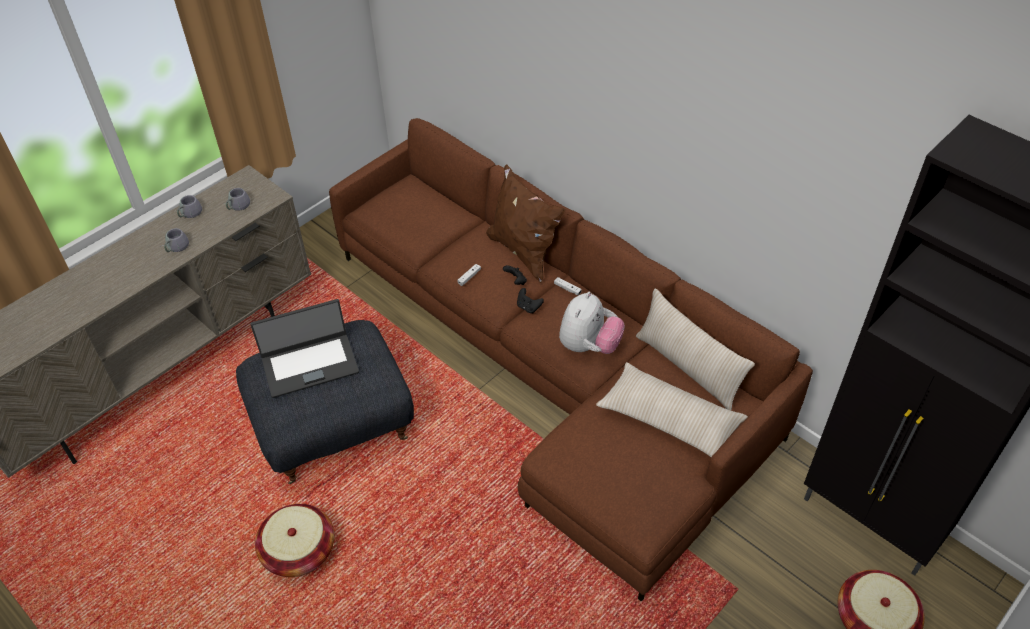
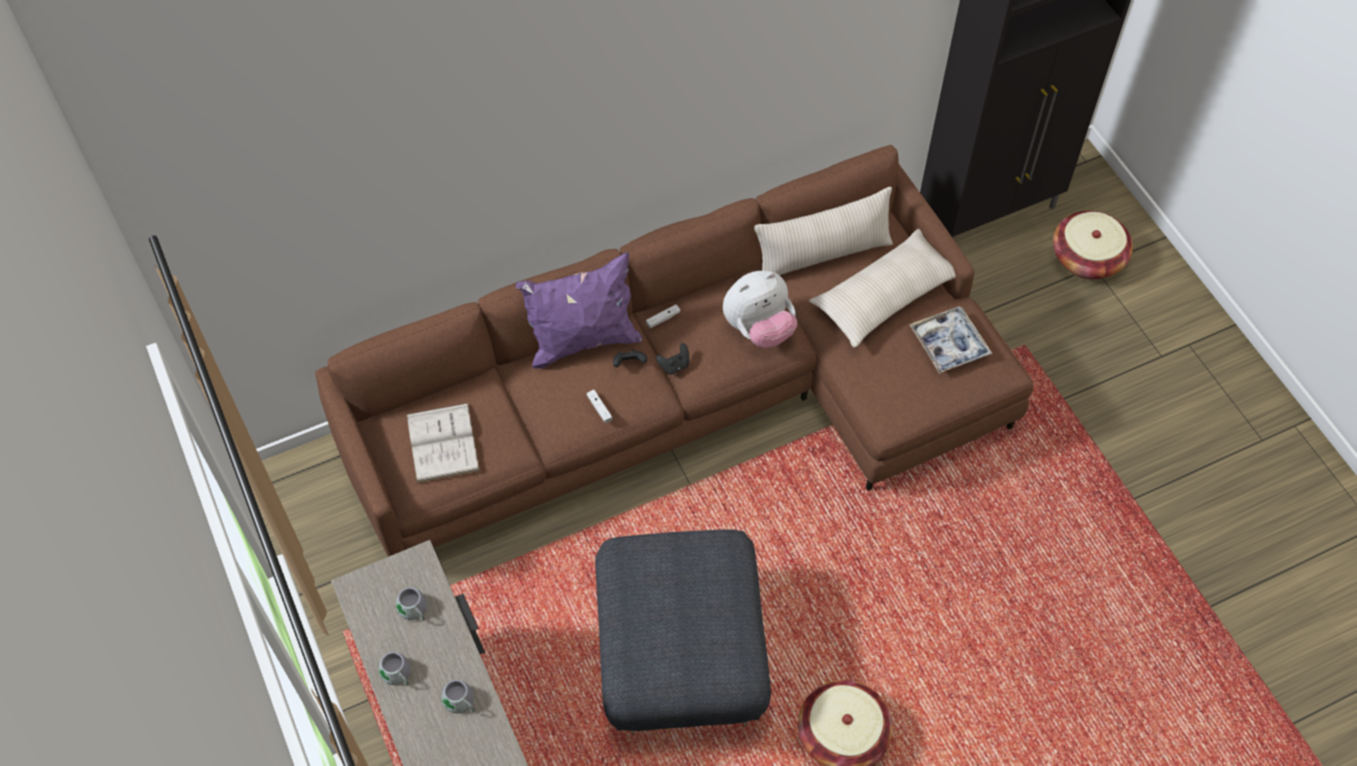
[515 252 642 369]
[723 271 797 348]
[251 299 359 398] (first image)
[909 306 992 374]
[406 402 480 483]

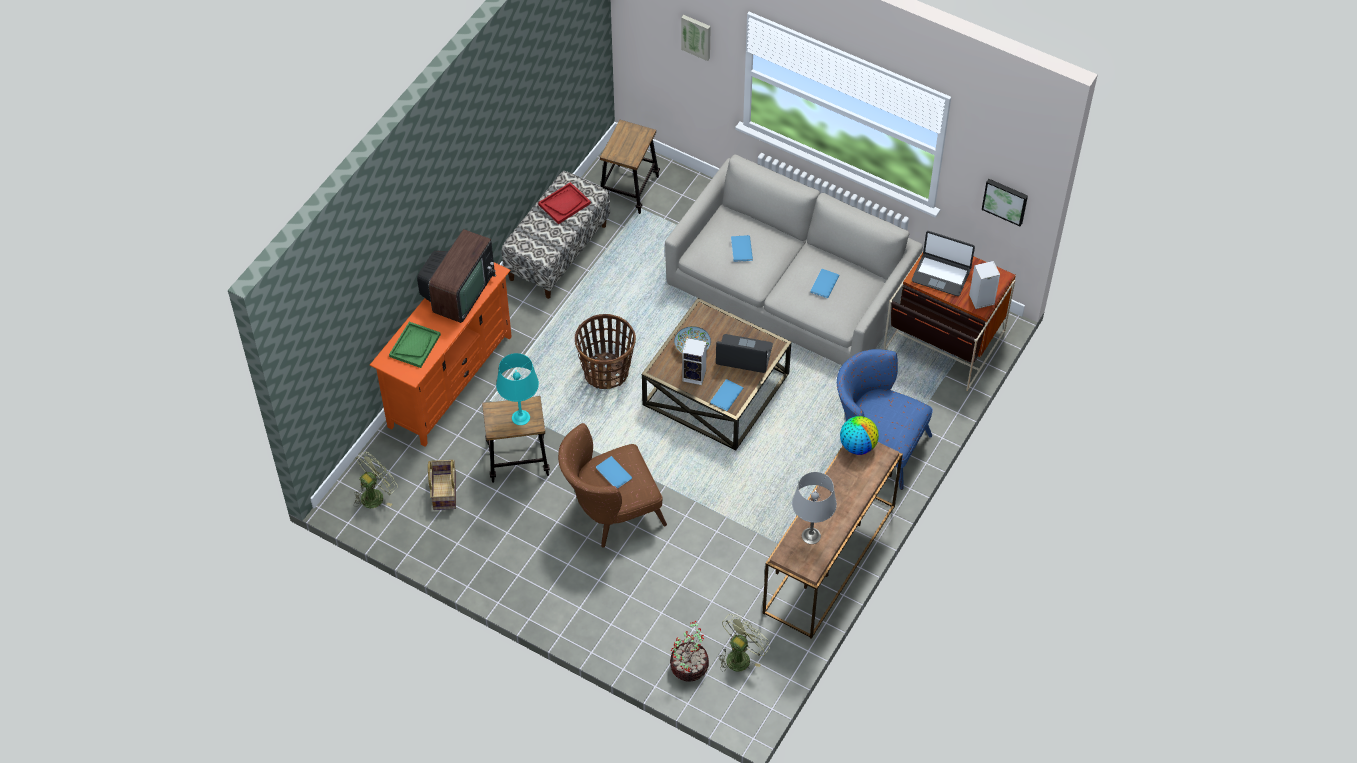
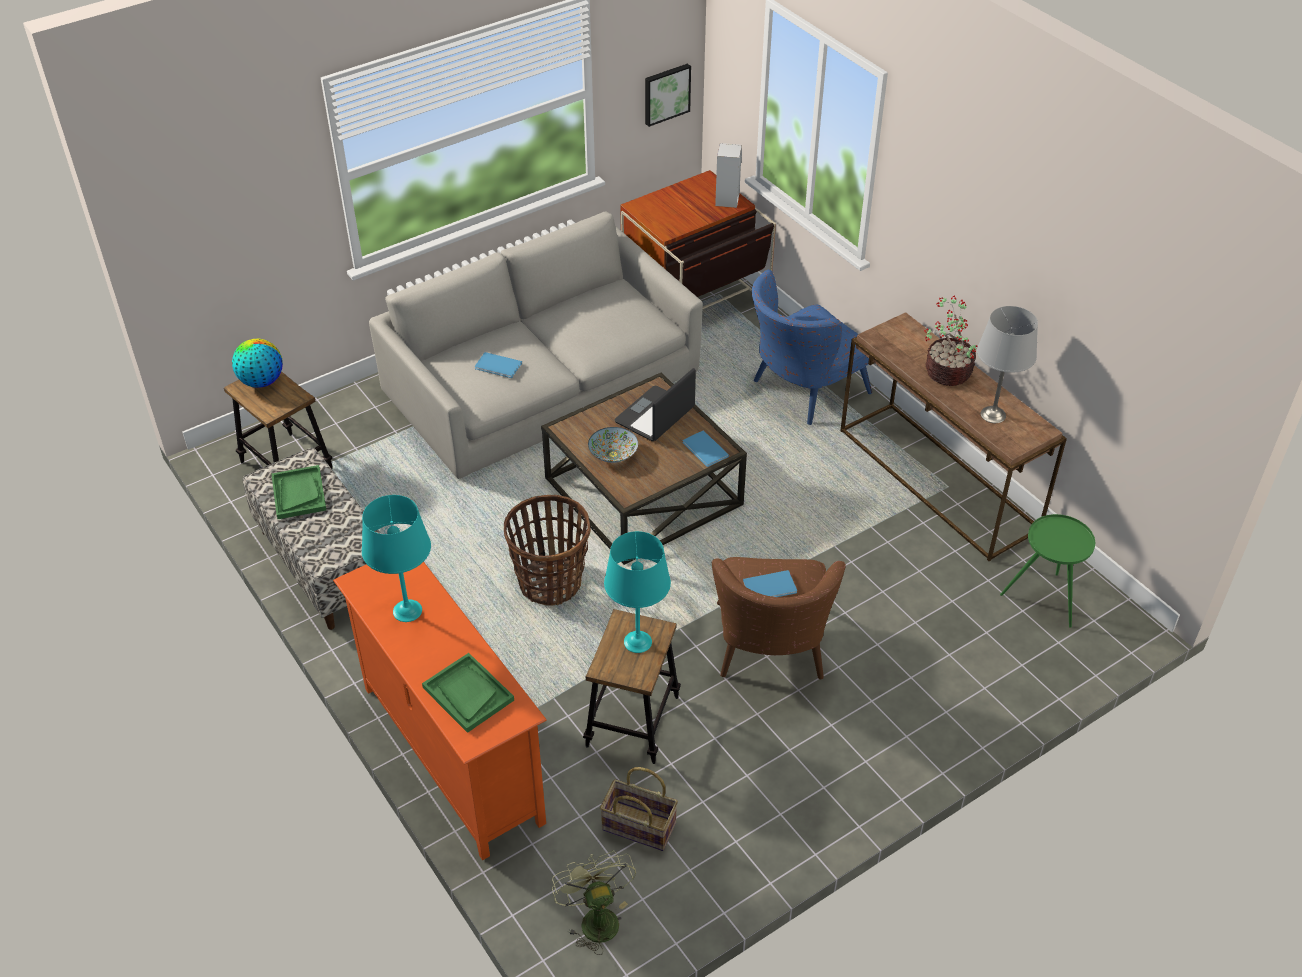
[681 15 711 61] (first image)
[271 465 326 519]
[362 495 431 622]
[912 231 975 296] (first image)
[810 269 840 298] (first image)
[682 338 707 385] (first image)
[232 339 283 388]
[1000 514 1095 628]
[924 295 978 386]

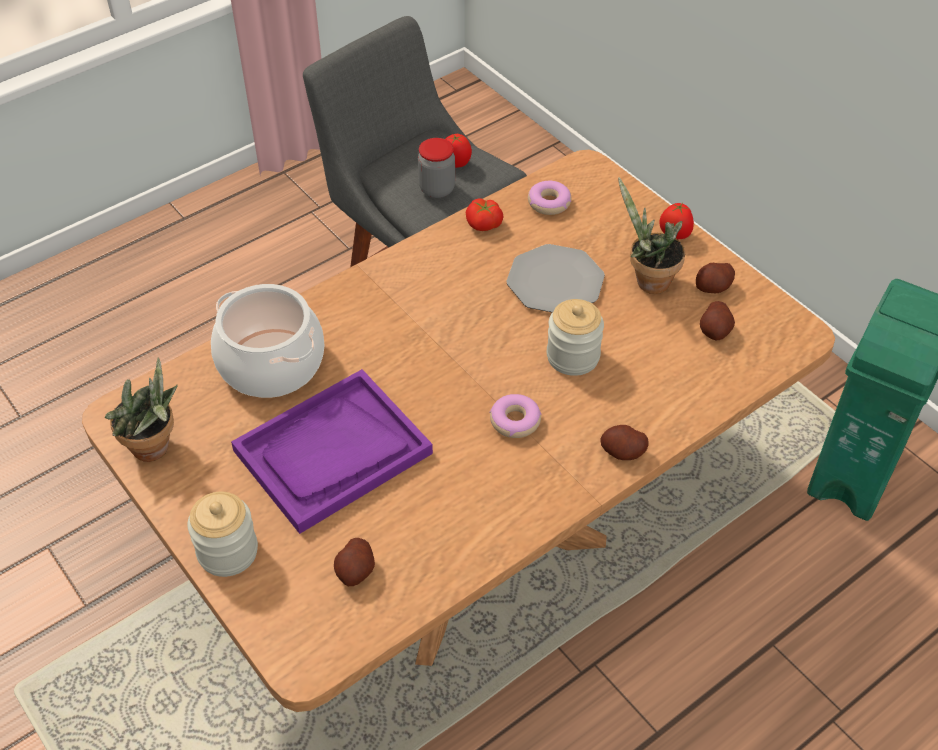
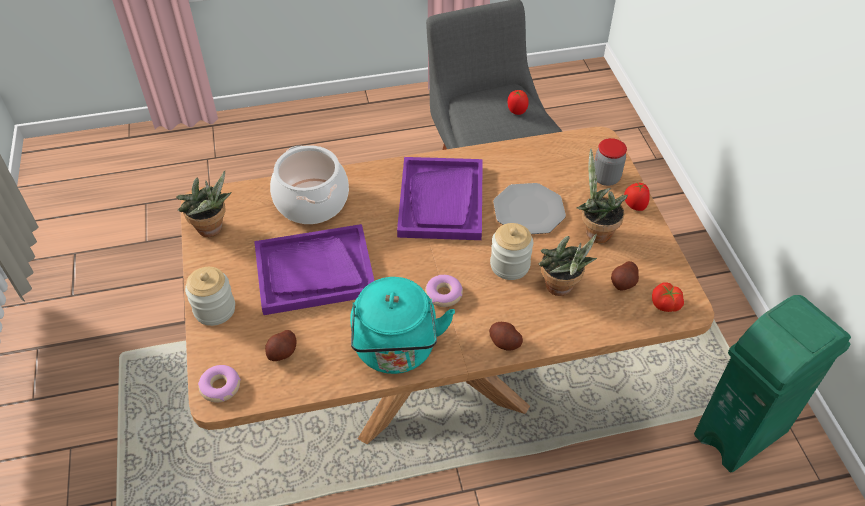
[594 138 627 186]
[198 365 241 402]
[652 282 684 312]
[696 263 735 293] (first image)
[397 157 483 240]
[539 234 597 296]
[350 277 455 374]

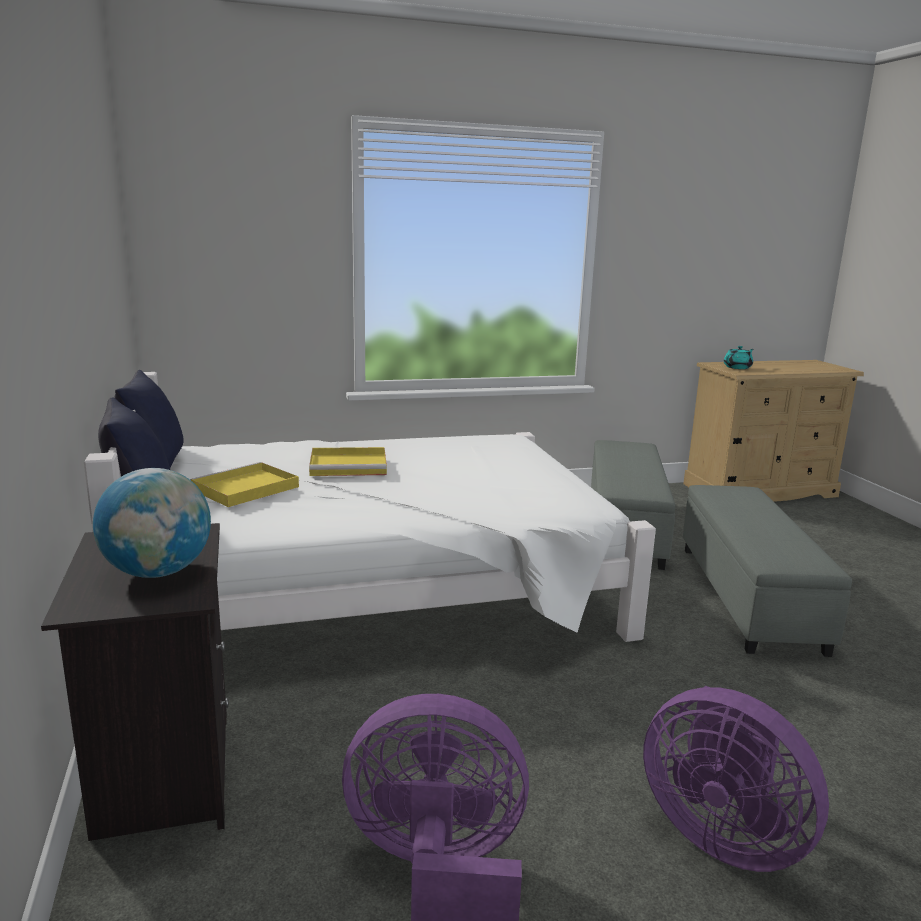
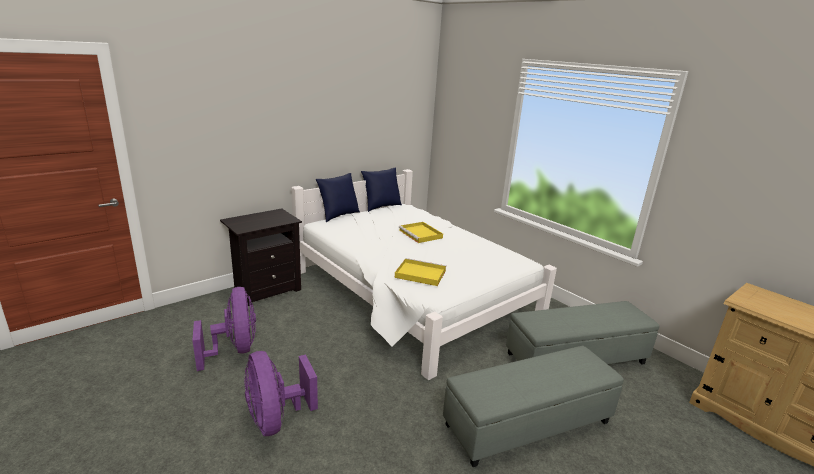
[724 346 754 369] (first image)
[395 258 446 286]
[93 468 211 578] (first image)
[245 351 318 436]

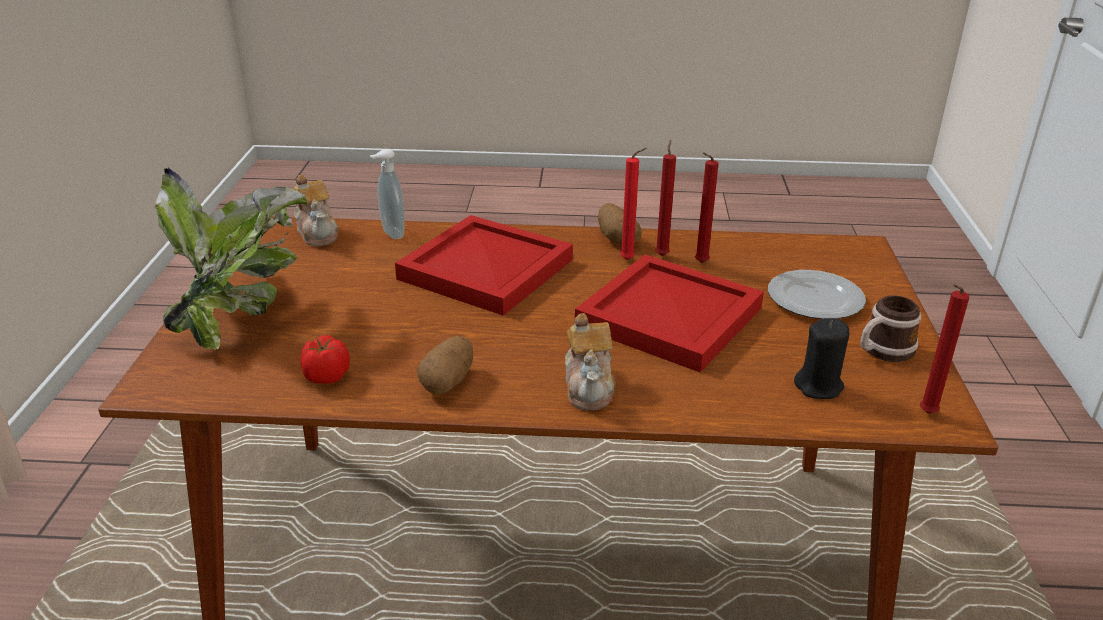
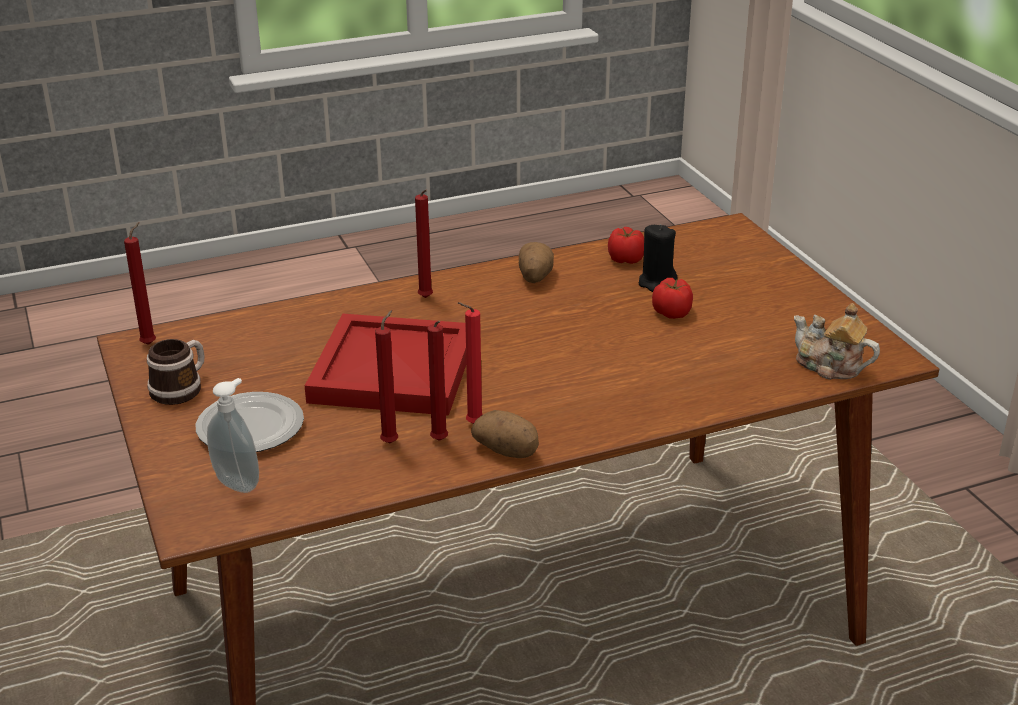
[207 378 259 493]
[154 167 308 350] (first image)
[395 215 573 316] (first image)
[415 190 433 298]
[639 224 678 292]
[652 278 693 319]

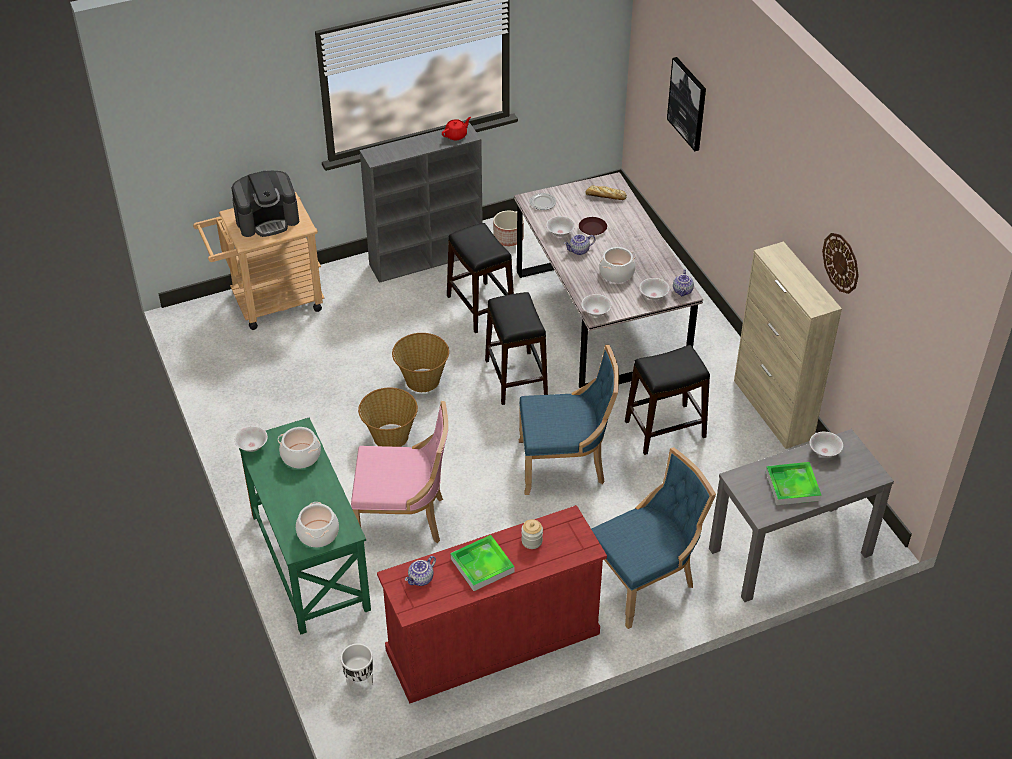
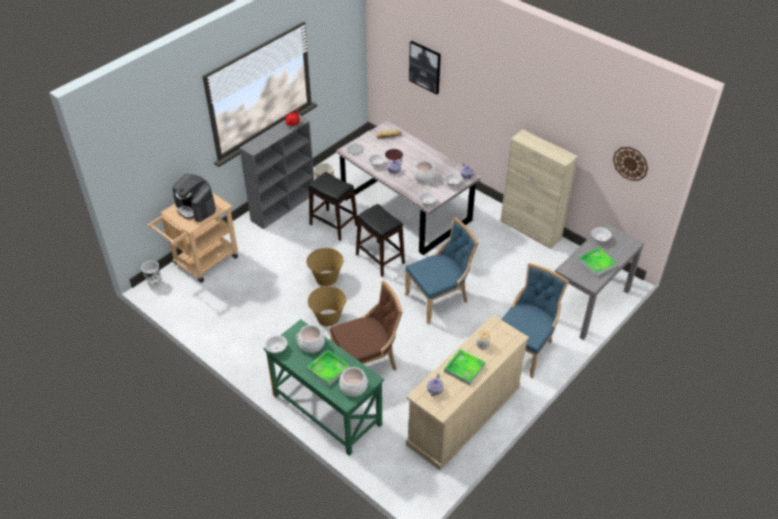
[172 174 216 222]
[613 147 648 181]
[625 345 710 455] (first image)
[330 280 403 370]
[406 315 529 471]
[141 261 162 287]
[307 350 349 387]

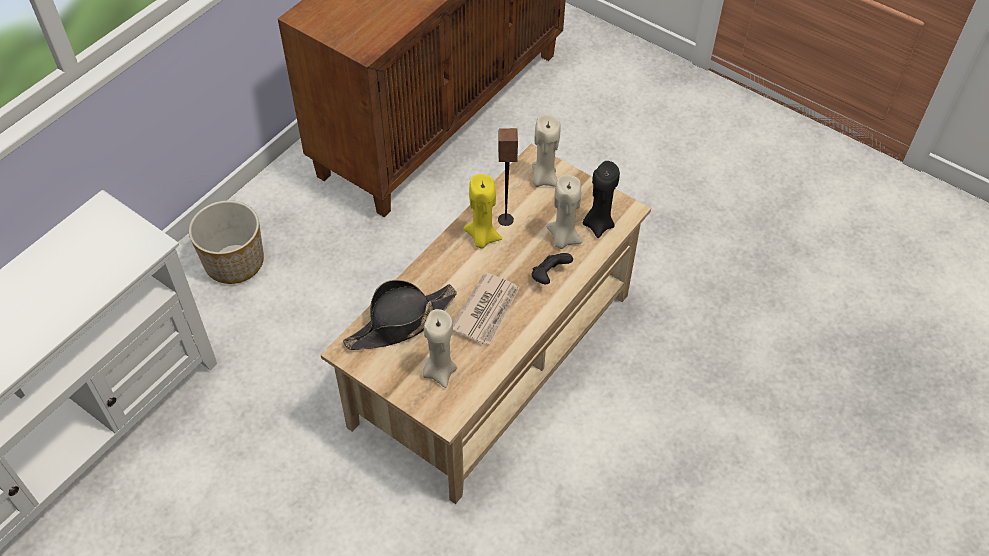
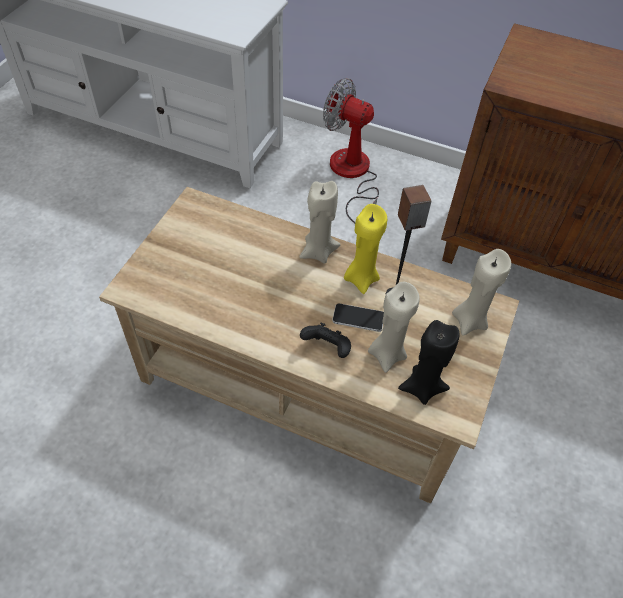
[323 78 379 224]
[453 272 520 344] (first image)
[343 280 457 350] (first image)
[299 181 340 263]
[332 303 384 332]

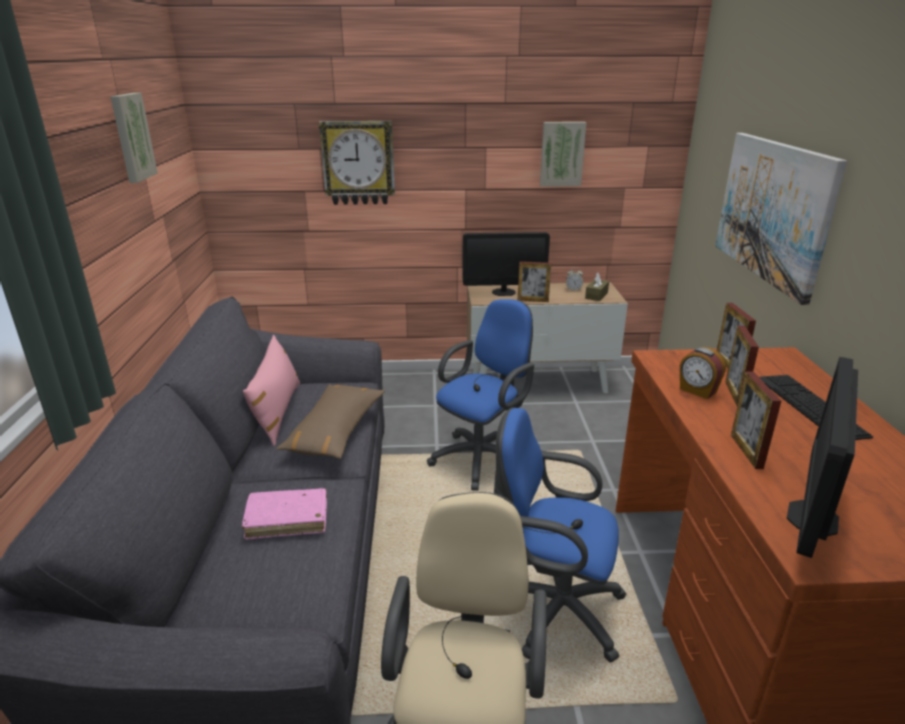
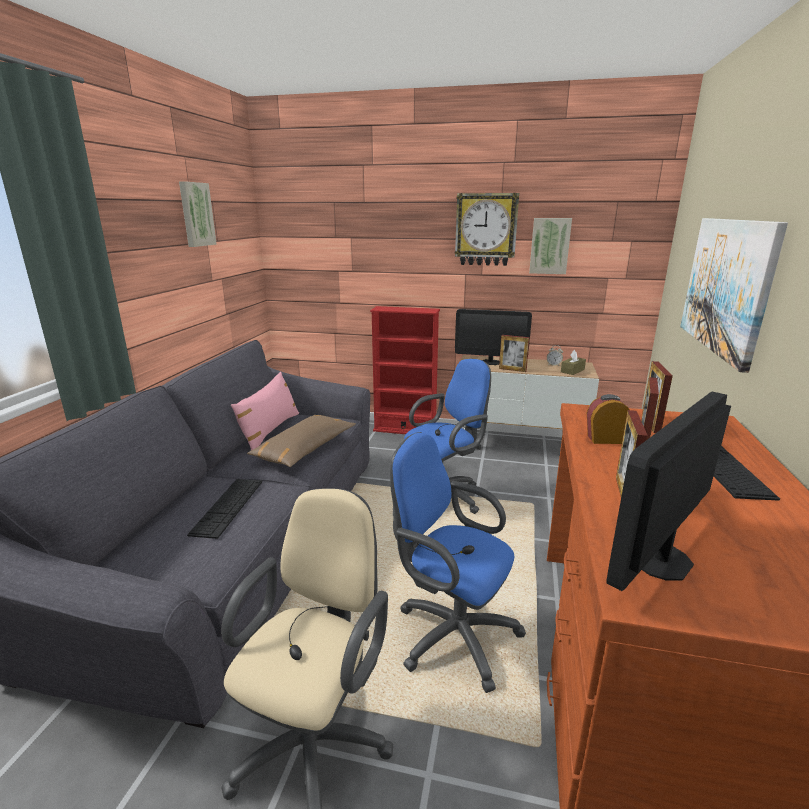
[455 193 519 266]
[587 394 629 444]
[187 479 262 539]
[370 306 440 434]

